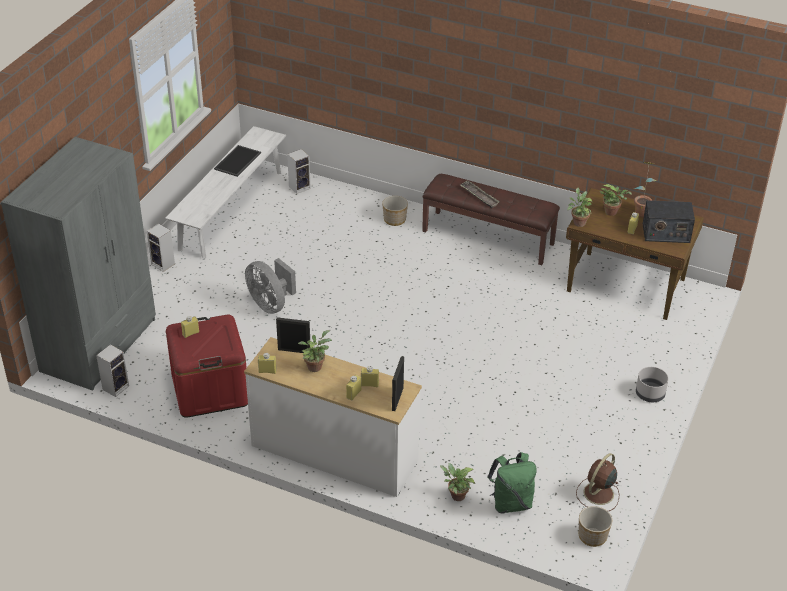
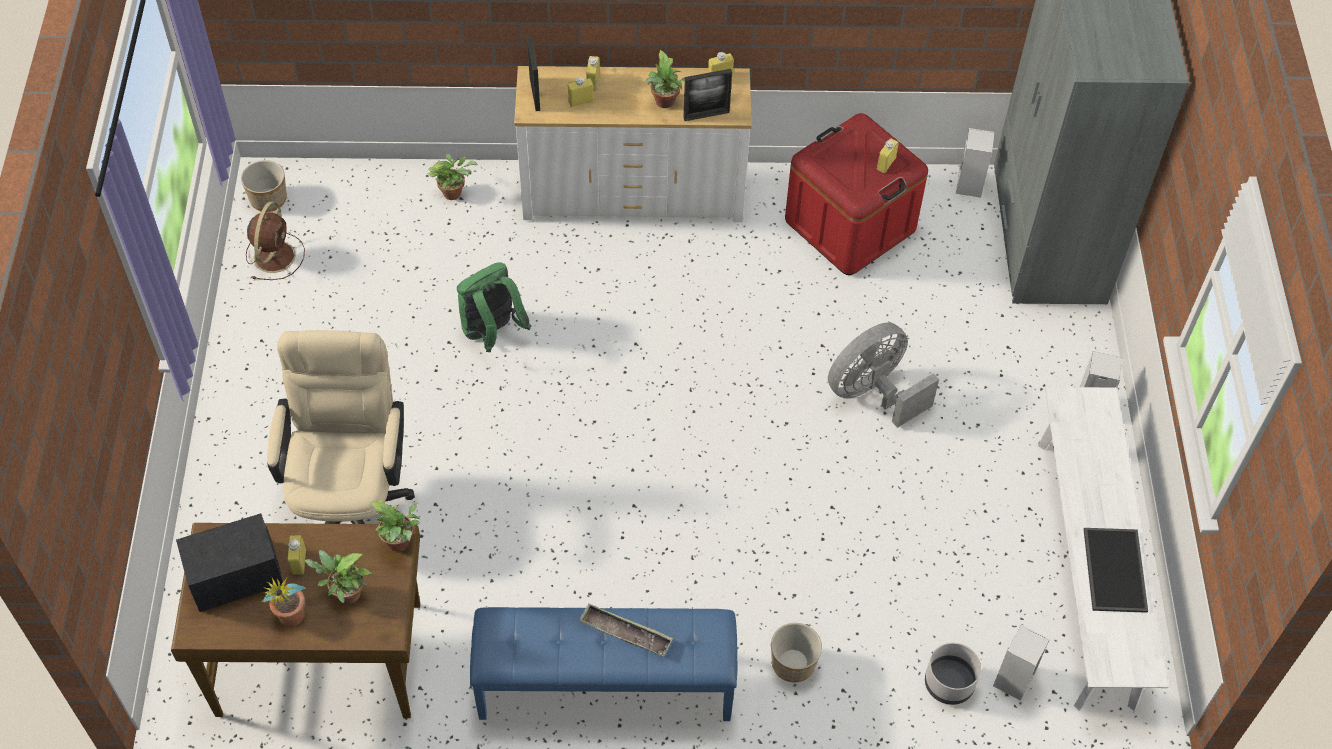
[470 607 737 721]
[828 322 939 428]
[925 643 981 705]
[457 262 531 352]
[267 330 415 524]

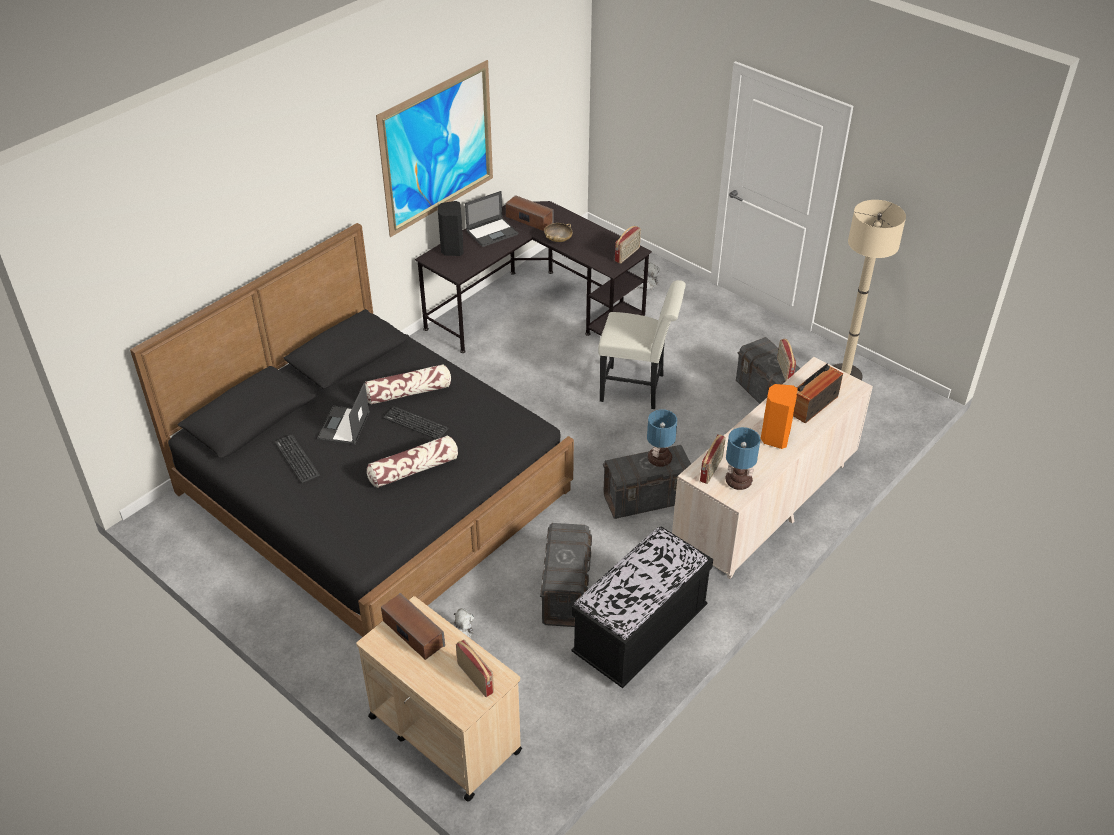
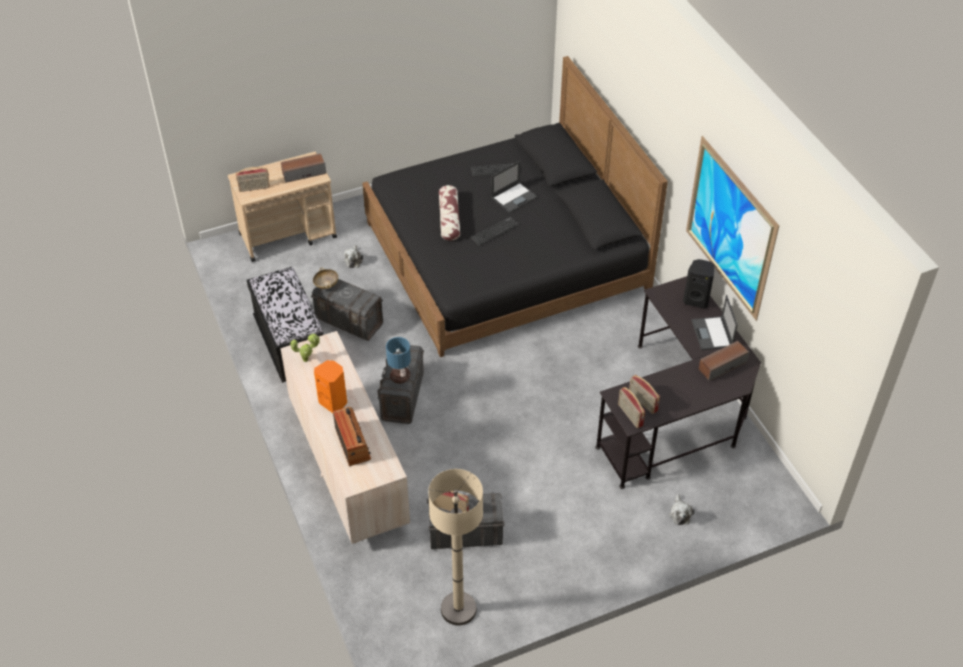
[313 268 338 289]
[598 280 686 409] (first image)
[365 364 451 405] (first image)
[491 161 538 213]
[290 333 321 362]
[629 375 660 414]

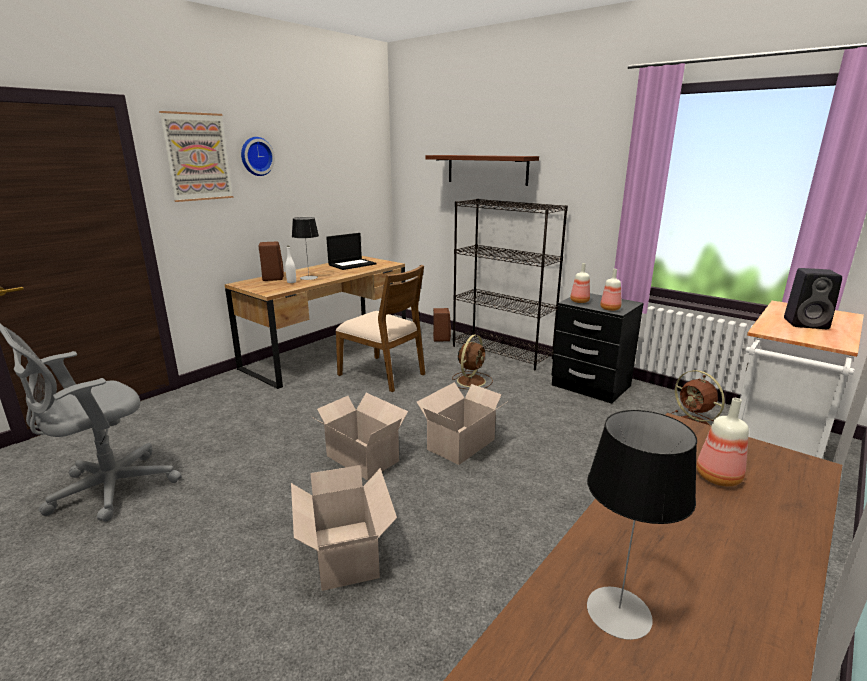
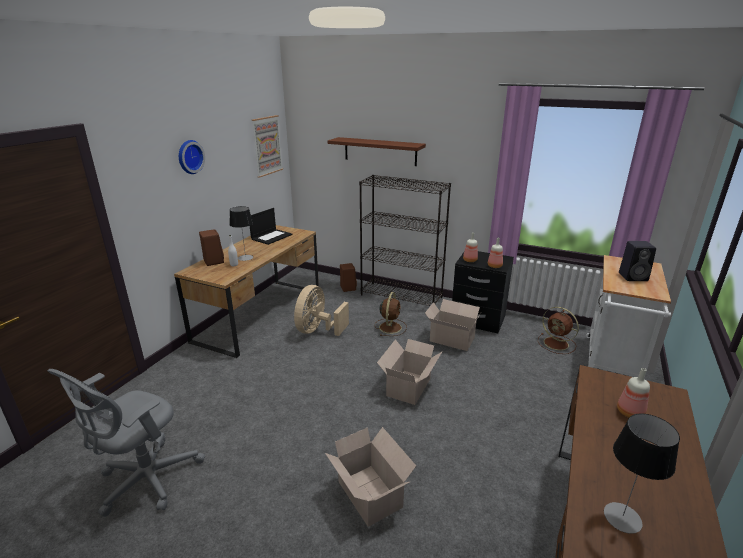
[252 115 283 178]
[294 285 349 336]
[425 299 482 351]

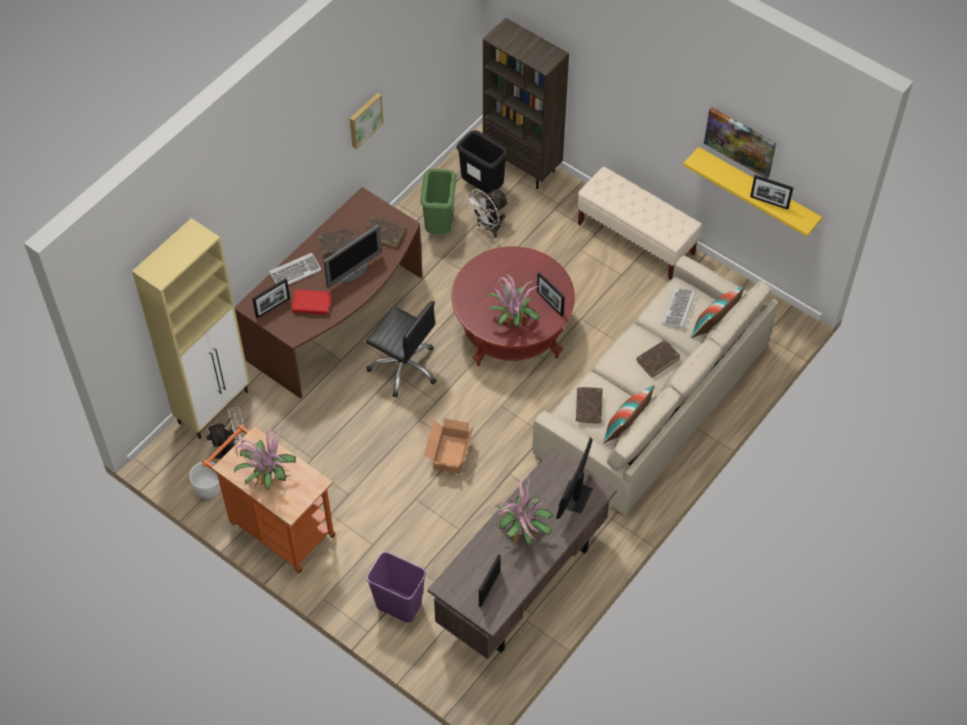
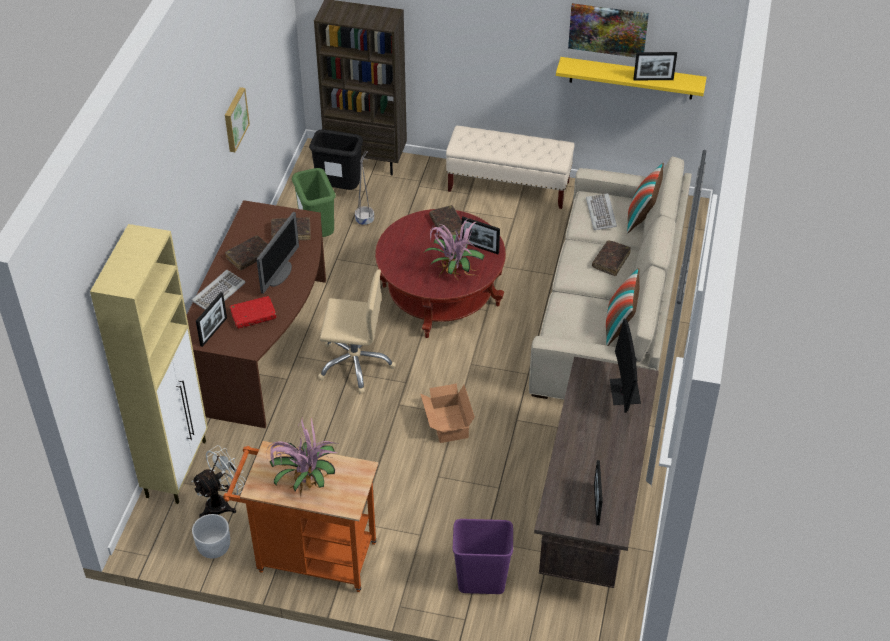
[355 151 374 226]
[318 269 396 393]
[429 205 462 236]
[492 473 553 547] (first image)

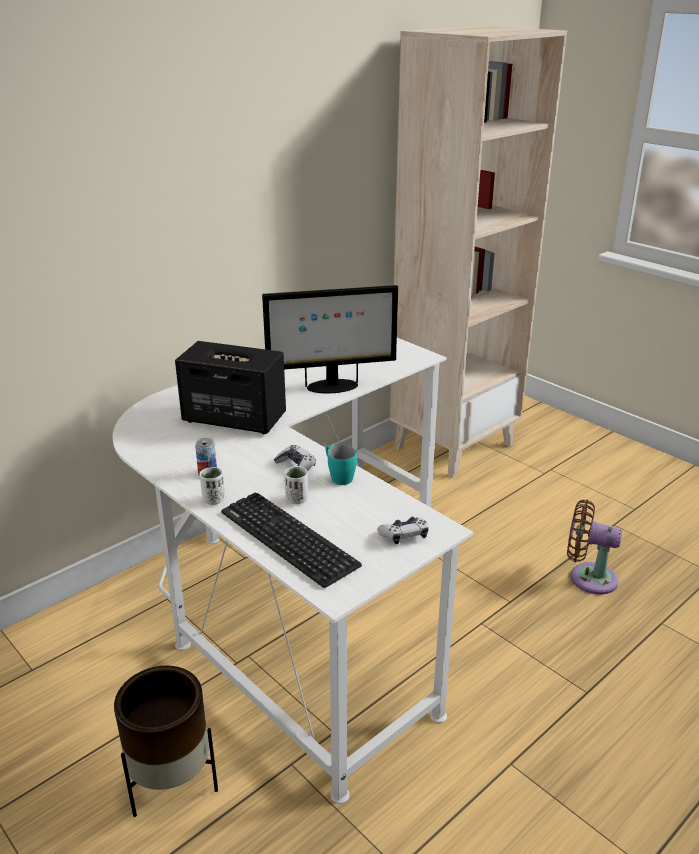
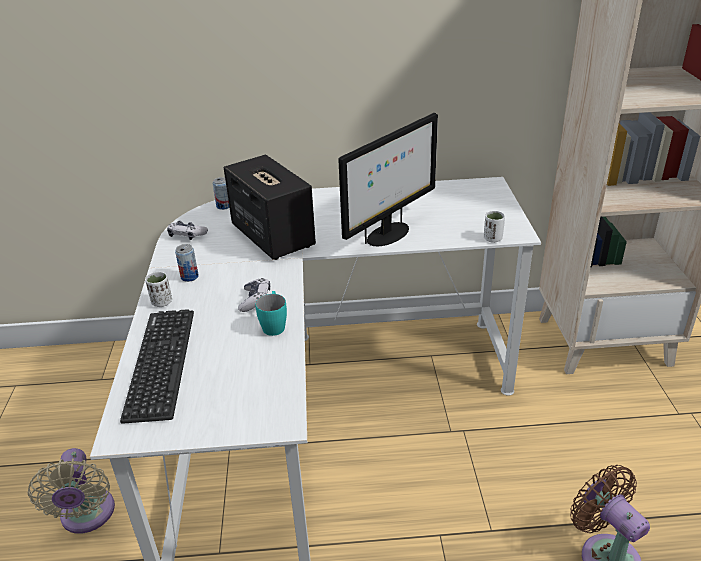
[338 113 438 246]
[484 211 505 243]
[167 221 208 240]
[28 448 115 534]
[213 177 229 210]

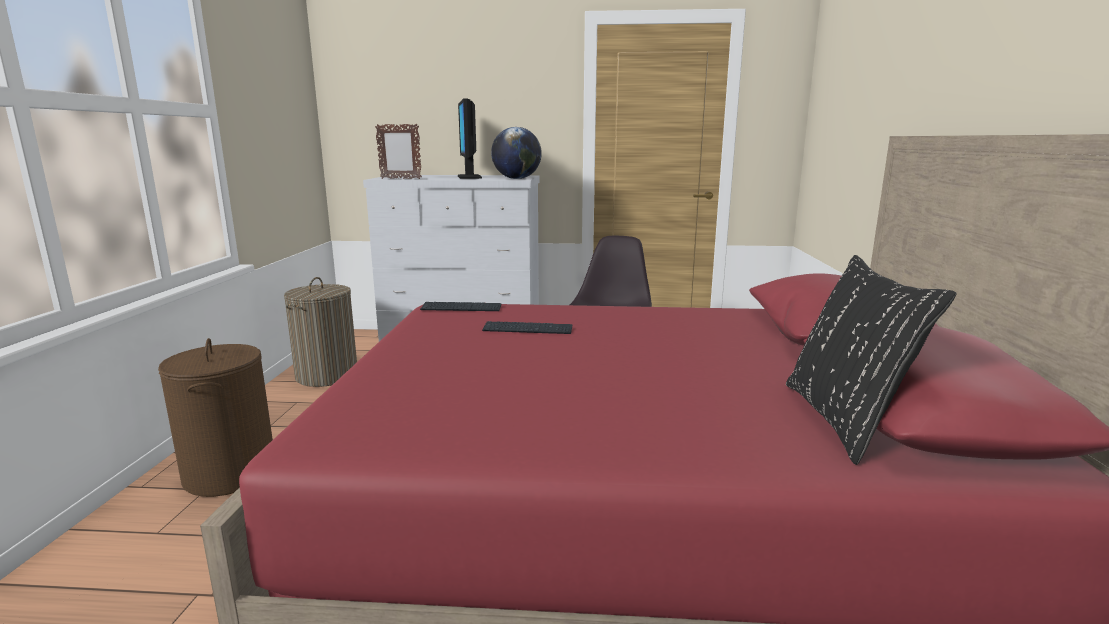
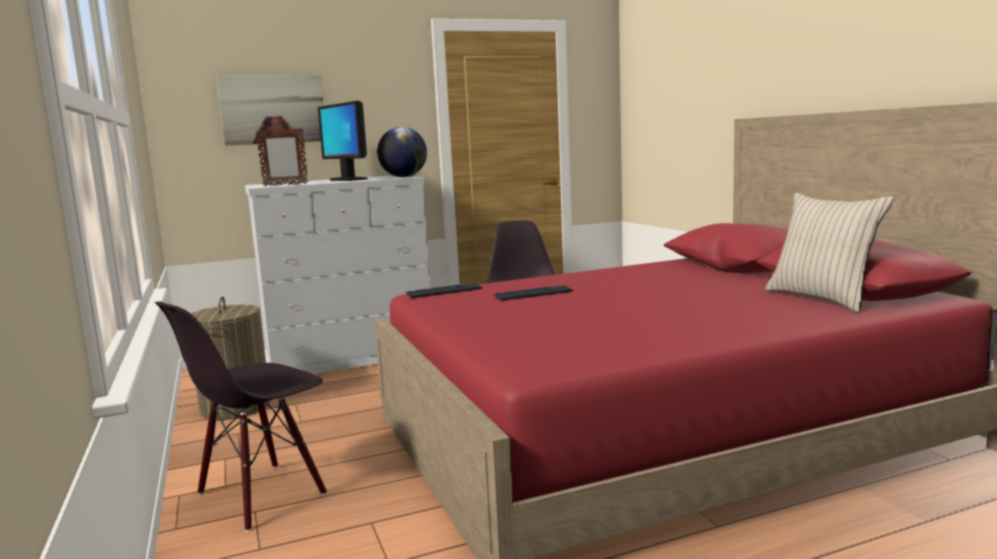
[765 193 894 312]
[155 301 327 532]
[217 75 324 146]

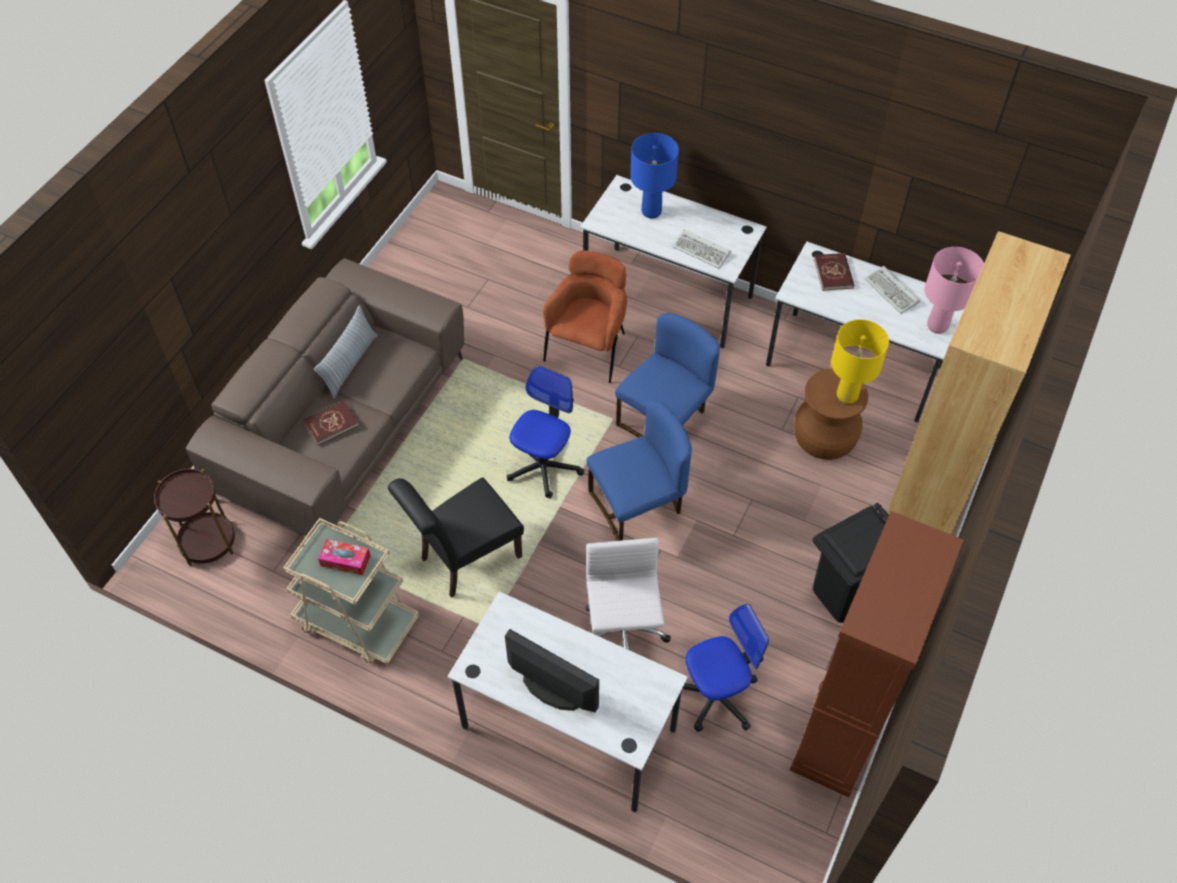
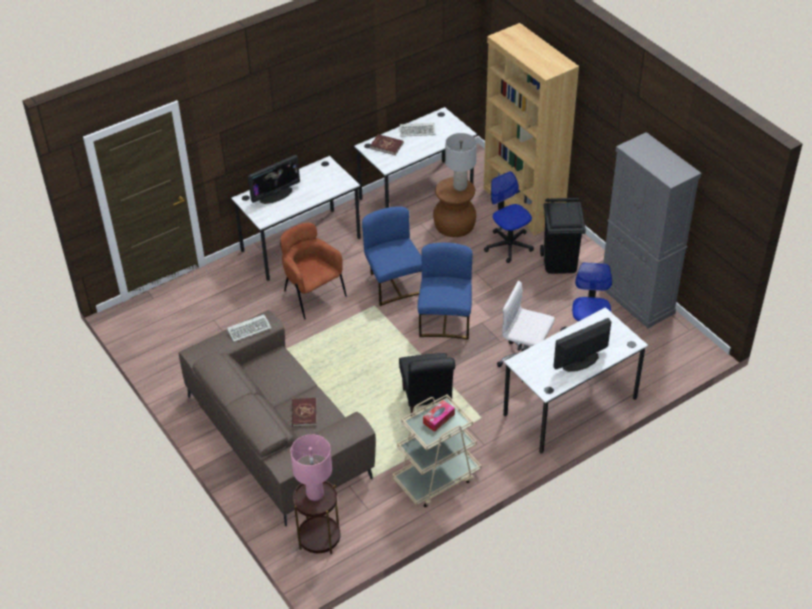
[248 155 300 204]
[227 315 271 342]
[291 434 332 501]
[314 305 378 399] (first image)
[445 133 477 191]
[484 171 534 263]
[603 132 701 328]

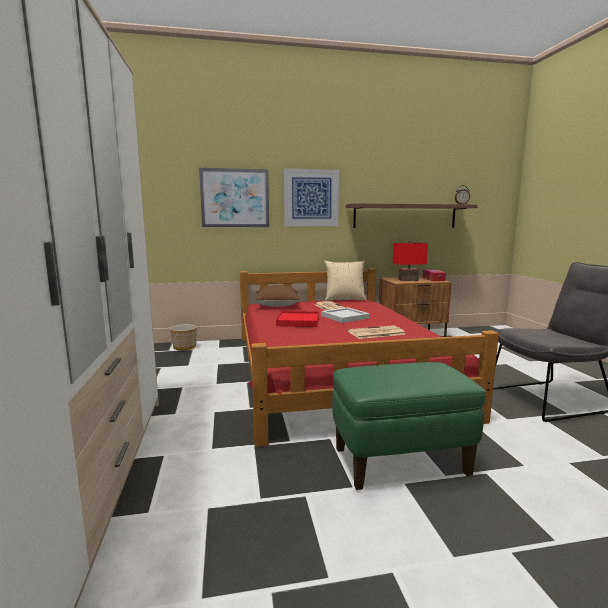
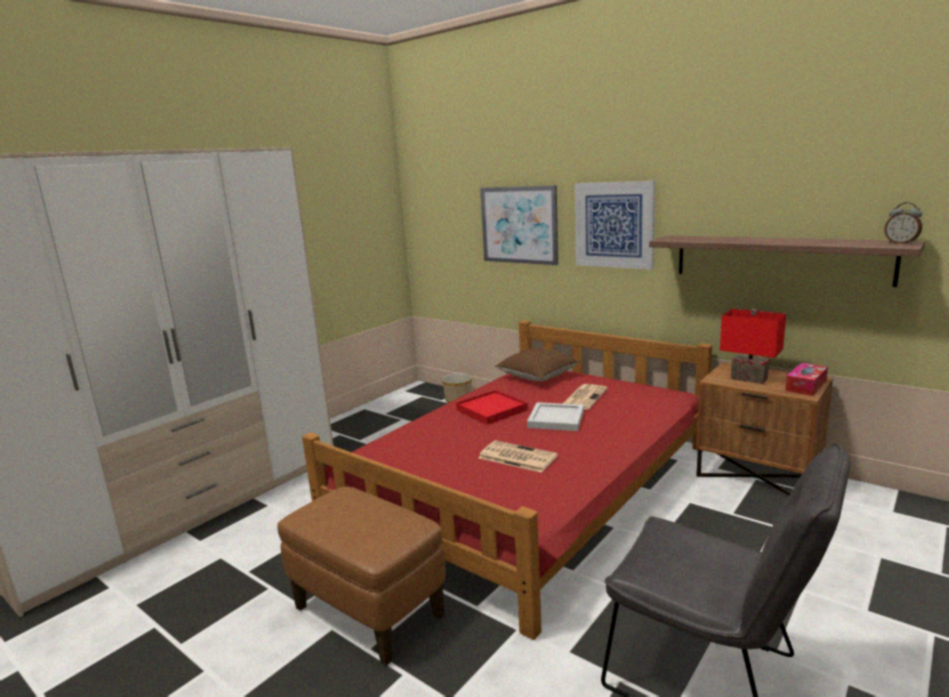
[324 261 366 301] (first image)
[277 487 446 666]

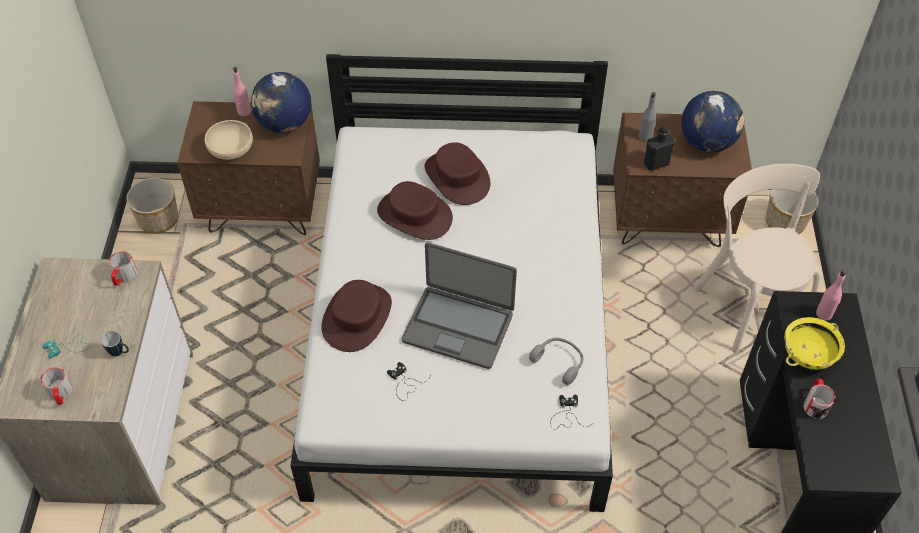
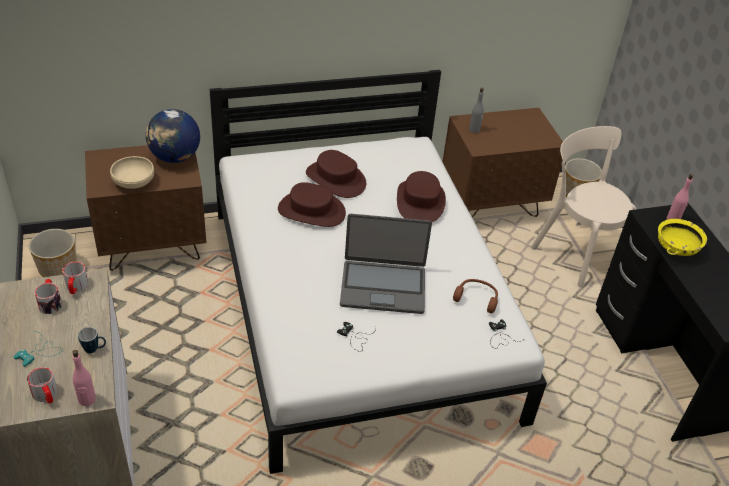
[72 350 96 406]
[681 91 744 153] (first image)
[644 126 675 171] (first image)
[397 171 446 222]
[453 279 498 314]
[35 279 62 314]

